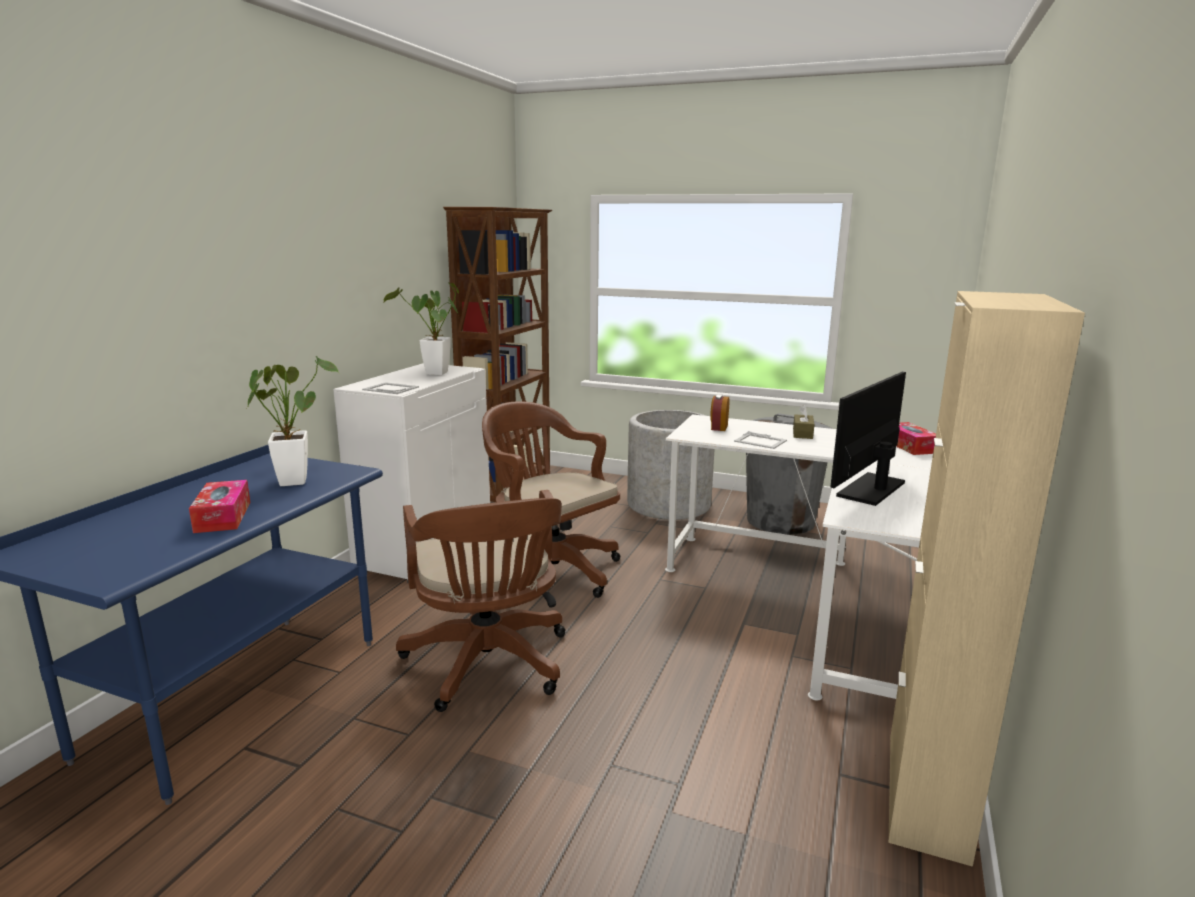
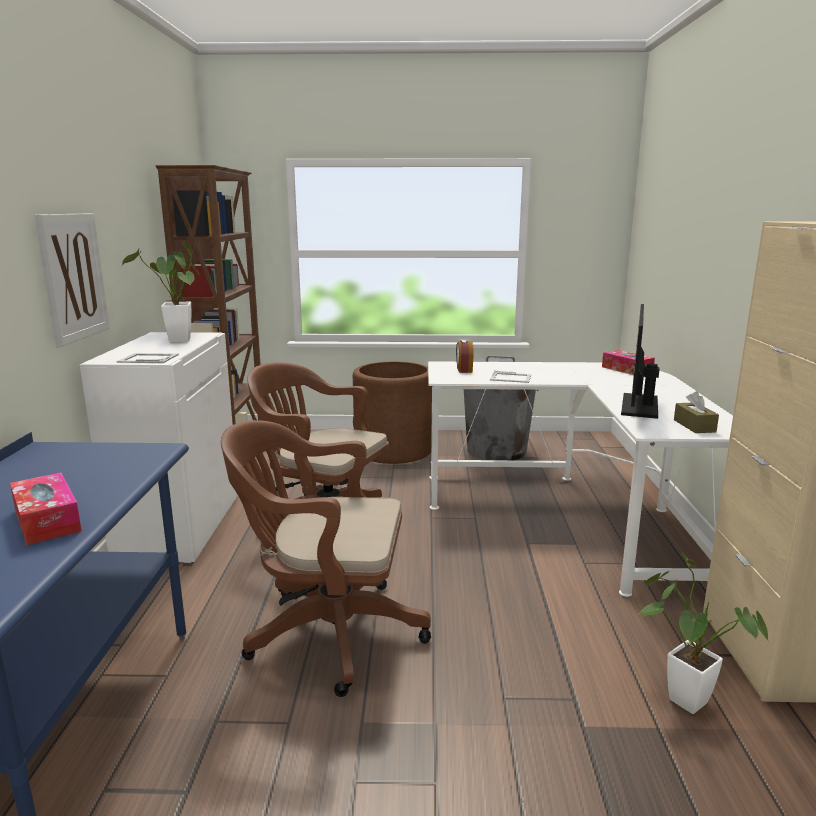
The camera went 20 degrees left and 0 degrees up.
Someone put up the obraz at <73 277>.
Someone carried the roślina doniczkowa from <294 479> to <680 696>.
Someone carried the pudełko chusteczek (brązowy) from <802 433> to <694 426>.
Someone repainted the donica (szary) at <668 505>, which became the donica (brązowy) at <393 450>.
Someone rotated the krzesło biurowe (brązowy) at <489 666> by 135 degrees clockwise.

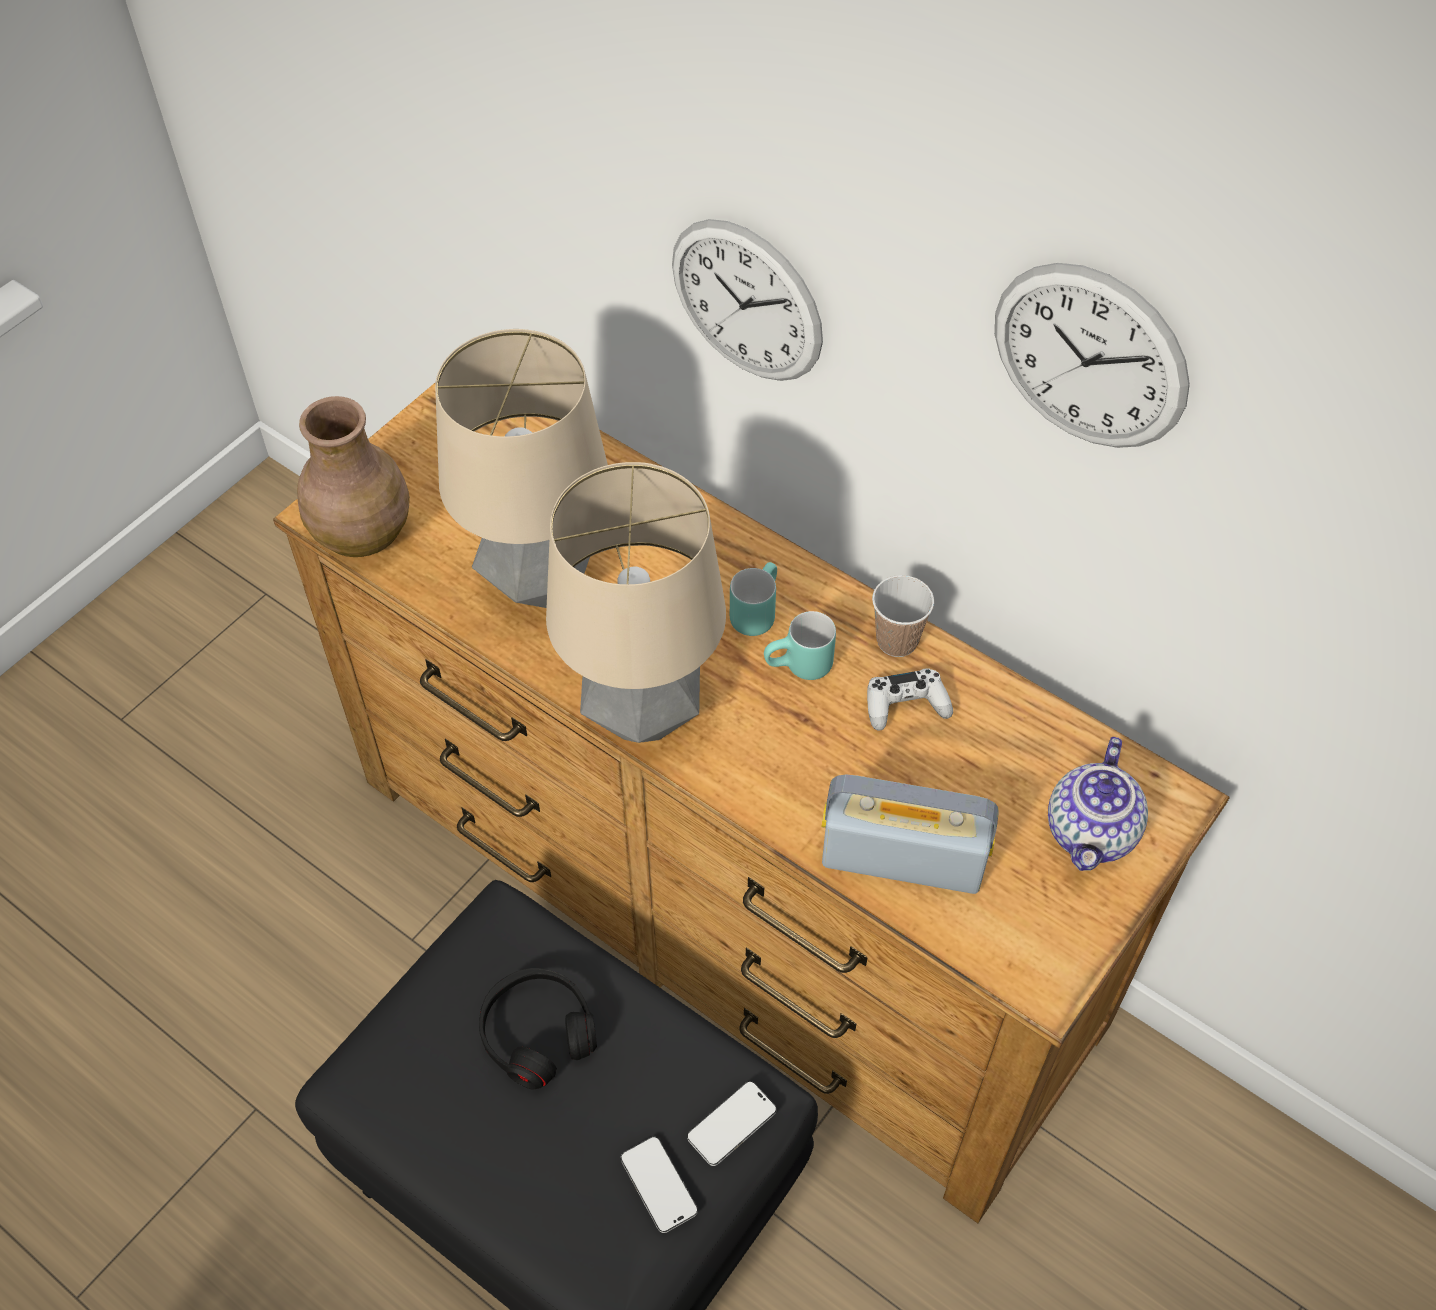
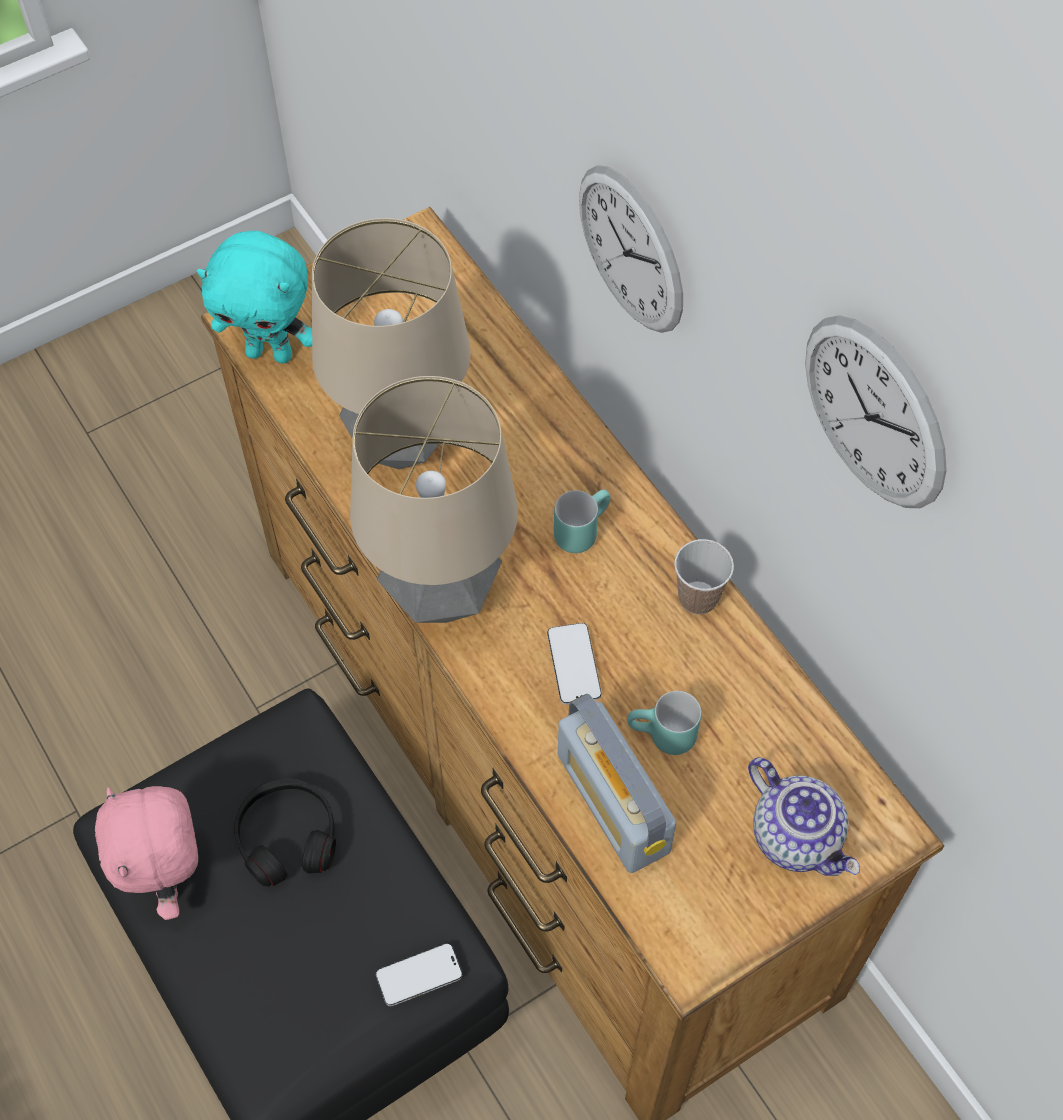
The camera went 20 degrees right and 5 degrees up.
Someone took away the pad do gier (biały) at <906 705>.
Someone put down the pluszak (różowy) at <170 879>.
Someone carried the telefon from <659 1185> to <574 665>.
Someone carried the kubek (turkusowy) from <800 669> to <662 738>.
Someone swapped the wazon (brązowy) at <364 534> for the pluszak (turkusowy) at <271 352>.
Someone rotated the radio at <902 859> by 150 degrees counterclockwise.
Someone rotated the imbryk at <1092 832> by 75 degrees counterclockwise.

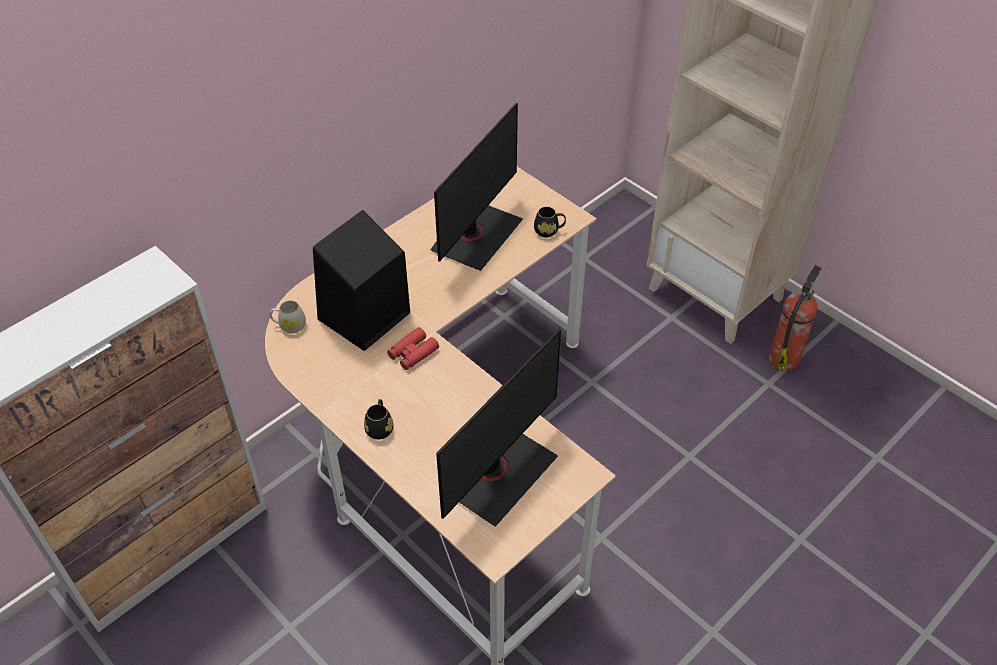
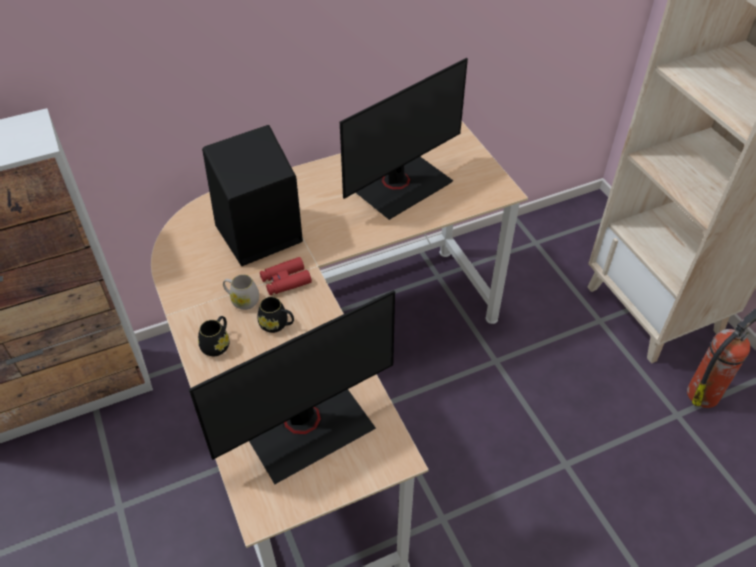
The camera went 20 degrees right and 0 degrees up.
Someone carried the kubek (biały) from <289 325> to <242 300>.
Someone carried the kubek (czarny) from <549 231> to <277 325>.

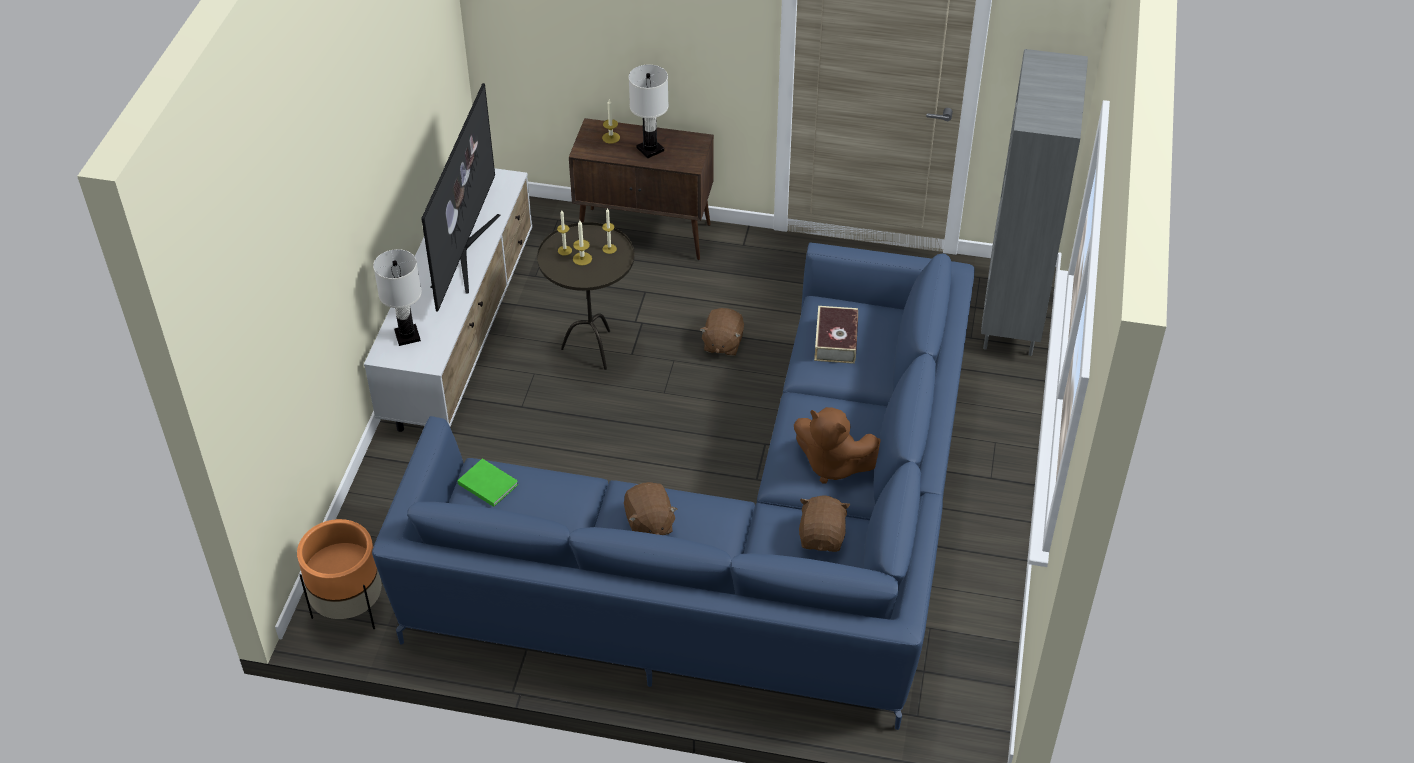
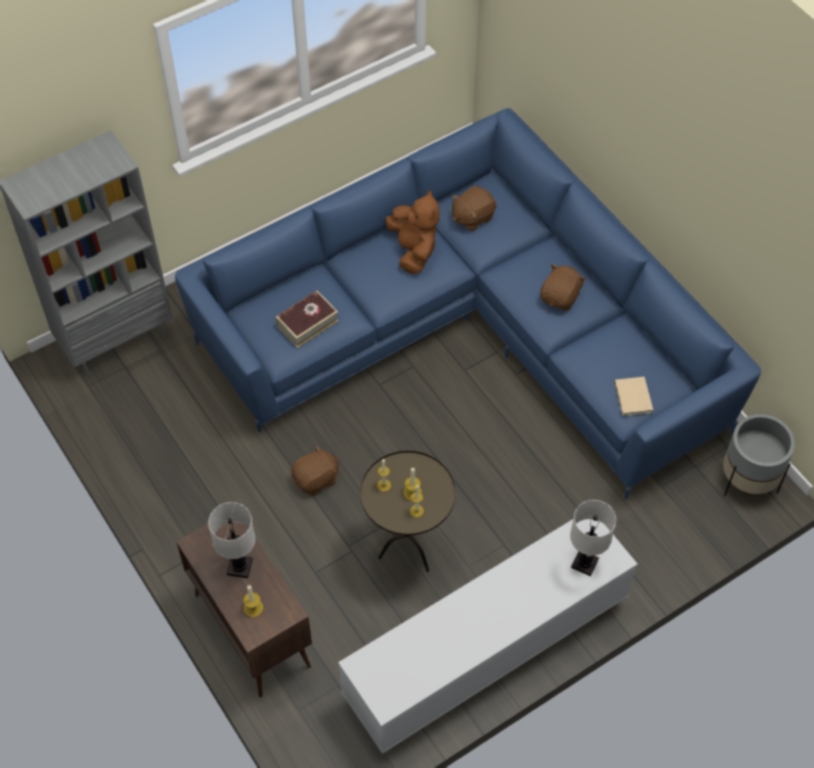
The camera went 135 degrees left and 10 degrees up.
Someone took away the telewizor at <465 251>.
Someone repainted the donica (pomarańczowy) at <349 608>, which became the donica (szary) at <747 481>.
Someone repainted the książka (zielony) at <487 483>, which became the książka (beżowy) at <632 398>.

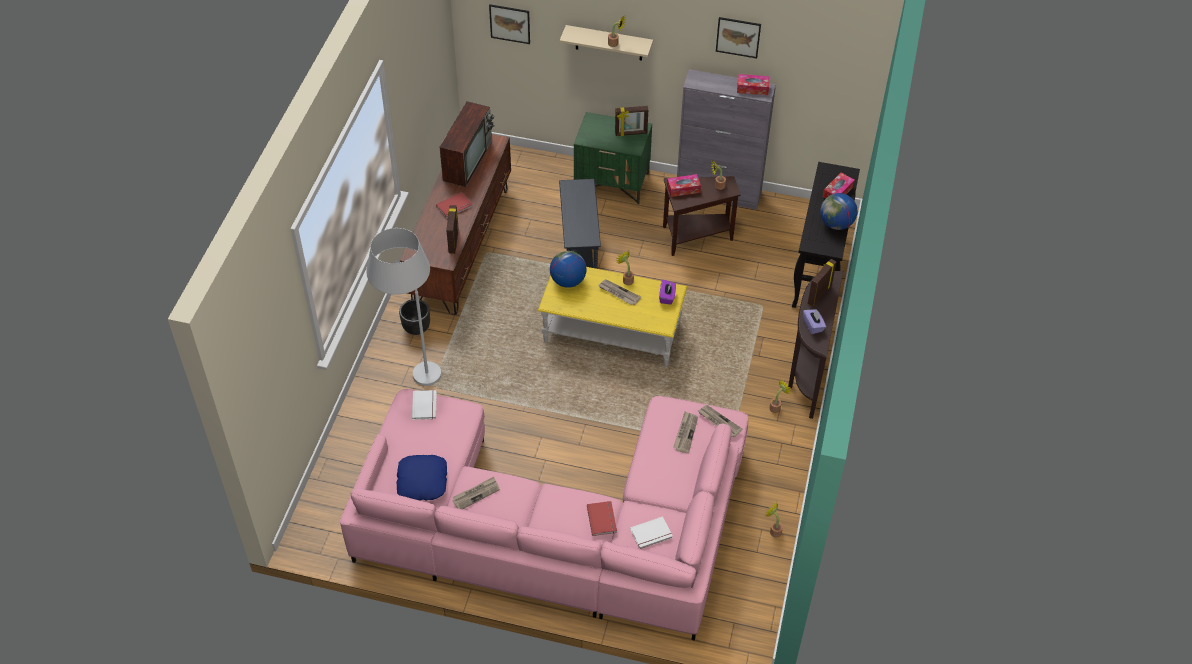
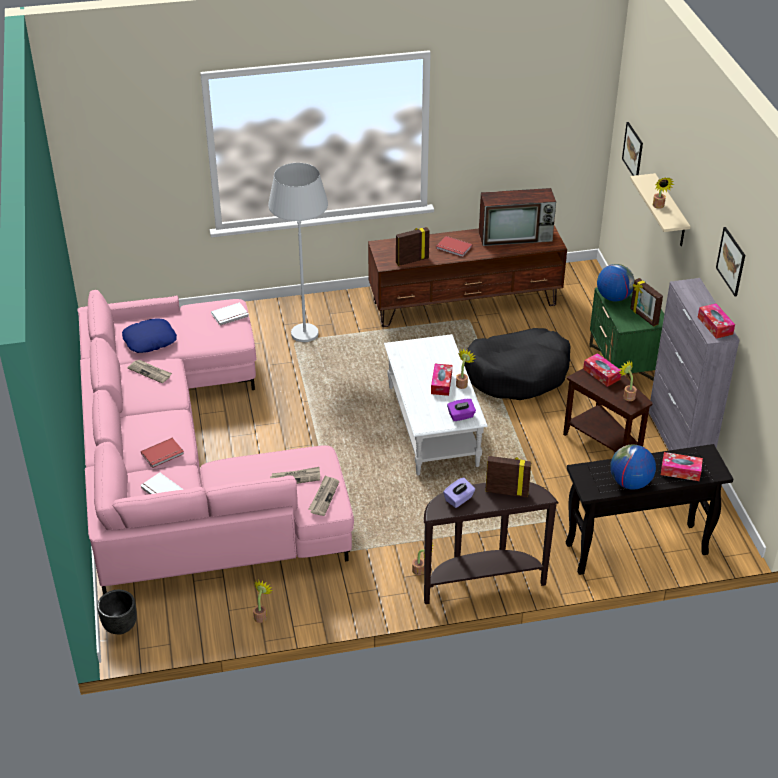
The camera went 65 degrees right and 10 degrees down.
Someone carried the donica (czarny) from <416 329> to <120 626>.
Someone carried the globus from <568 281> to <613 297>.
Someone swapped the stolik (szary) at <580 251> for the legowisko (czarny) at <517 373>.
Someone swapped the gazeta at <618 293> for the pudełko chusteczek at <441 383>.
Someone repainted the ława (żółty) at <611 333>, which became the ława (biały) at <432 426>.

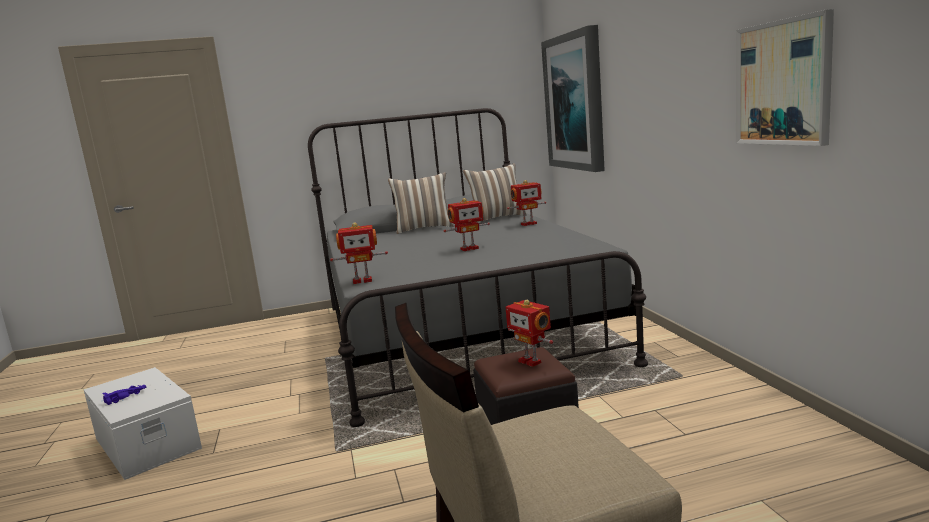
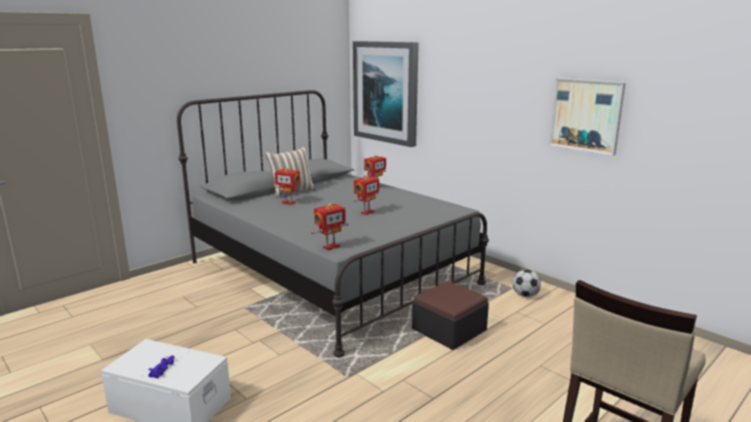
The camera went 30 degrees left and 5 degrees up.
Someone took away the poduszka at <497 218>.
Someone put down the piłka futbolowa at <525 295>.
Someone carried the robot zabawkowy from <531 361> to <288 203>.

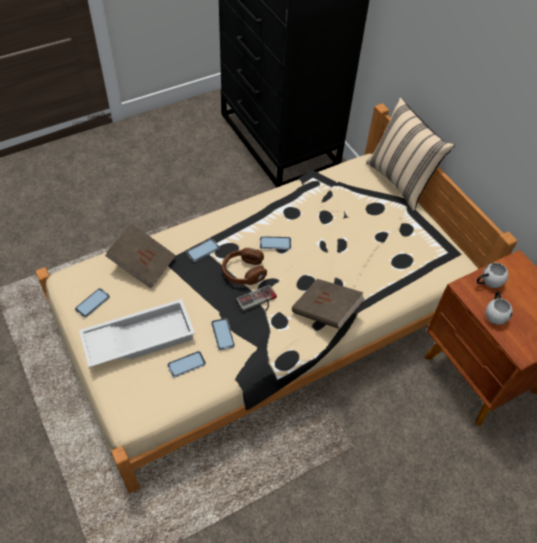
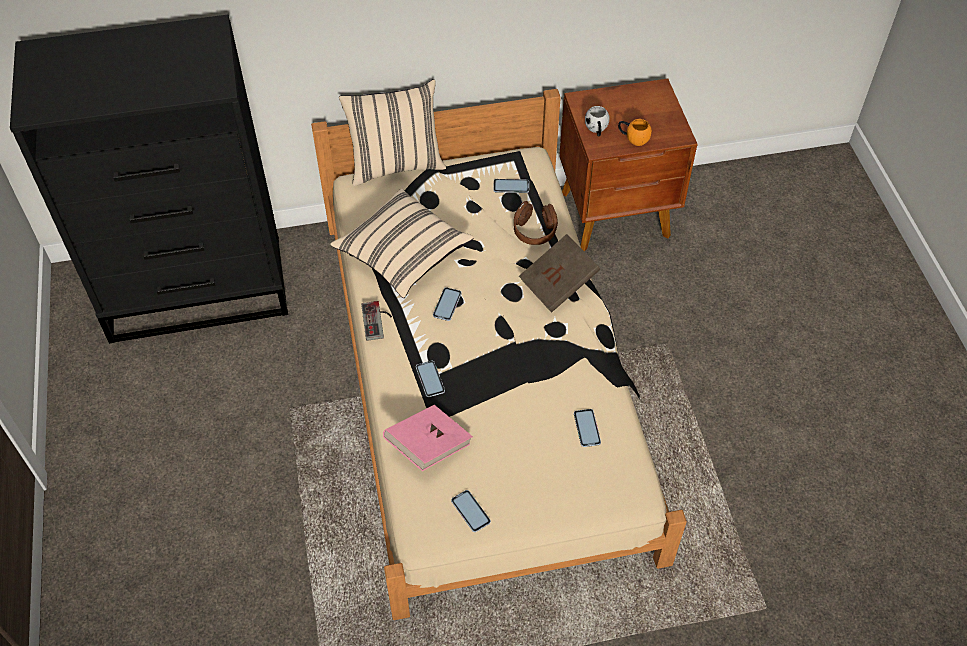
The camera went 70 degrees left and 0 degrees up.
Someone took away the taca (biały) at <139 337>.
Someone put down the poduszka (beżowy) at <403 255>.
Someone carried the telefon from <222 334> to <511 186>.
Someone carried the słuchawki (brązowy) from <243 272> to <534 230>.
Someone carried the pad do gier from <258 302> to <378 321>.
Someone repainted the książka (brązowy) at <143 264>, which became the książka (różowy) at <428 446>.
Someone repainted the kubek (biały) at <495 313>, which became the kubek (pomarańczowy) at <633 138>.

